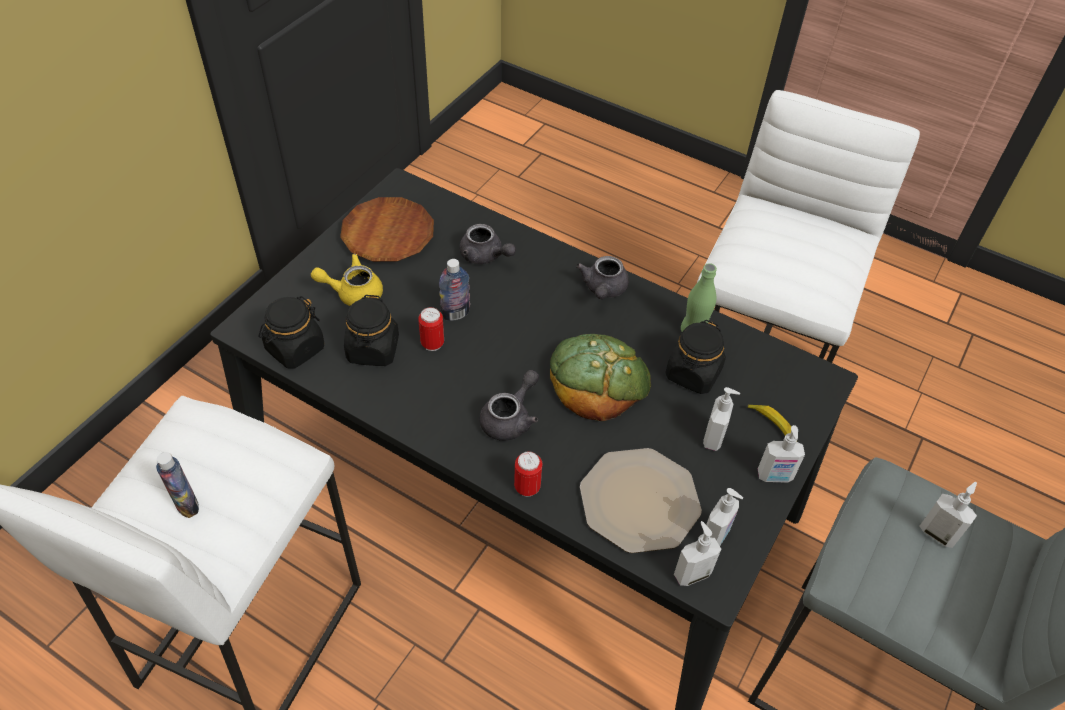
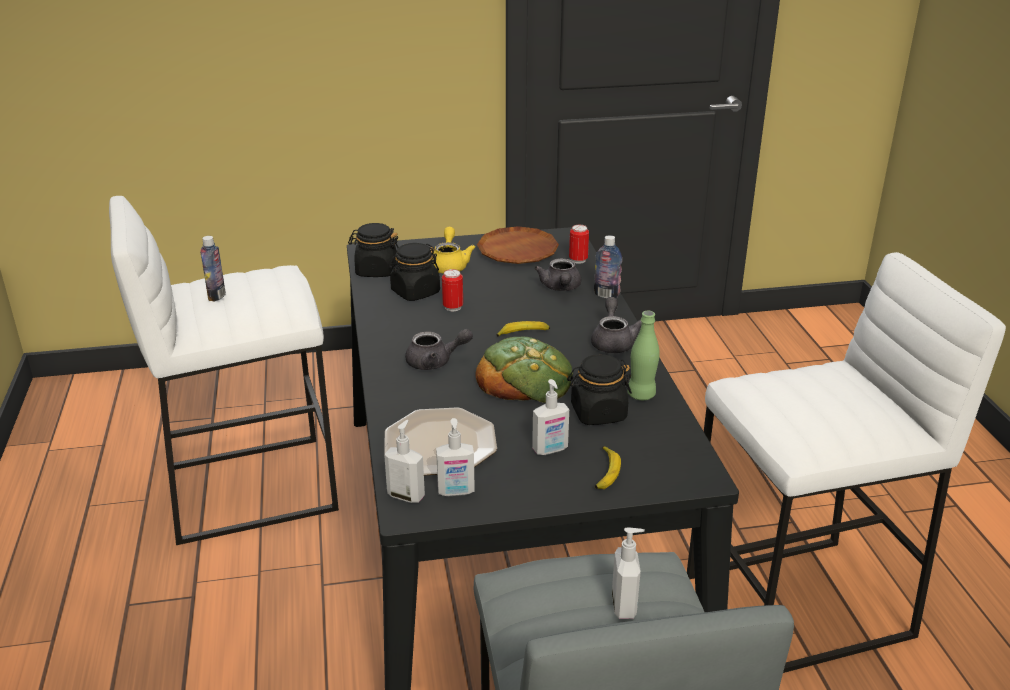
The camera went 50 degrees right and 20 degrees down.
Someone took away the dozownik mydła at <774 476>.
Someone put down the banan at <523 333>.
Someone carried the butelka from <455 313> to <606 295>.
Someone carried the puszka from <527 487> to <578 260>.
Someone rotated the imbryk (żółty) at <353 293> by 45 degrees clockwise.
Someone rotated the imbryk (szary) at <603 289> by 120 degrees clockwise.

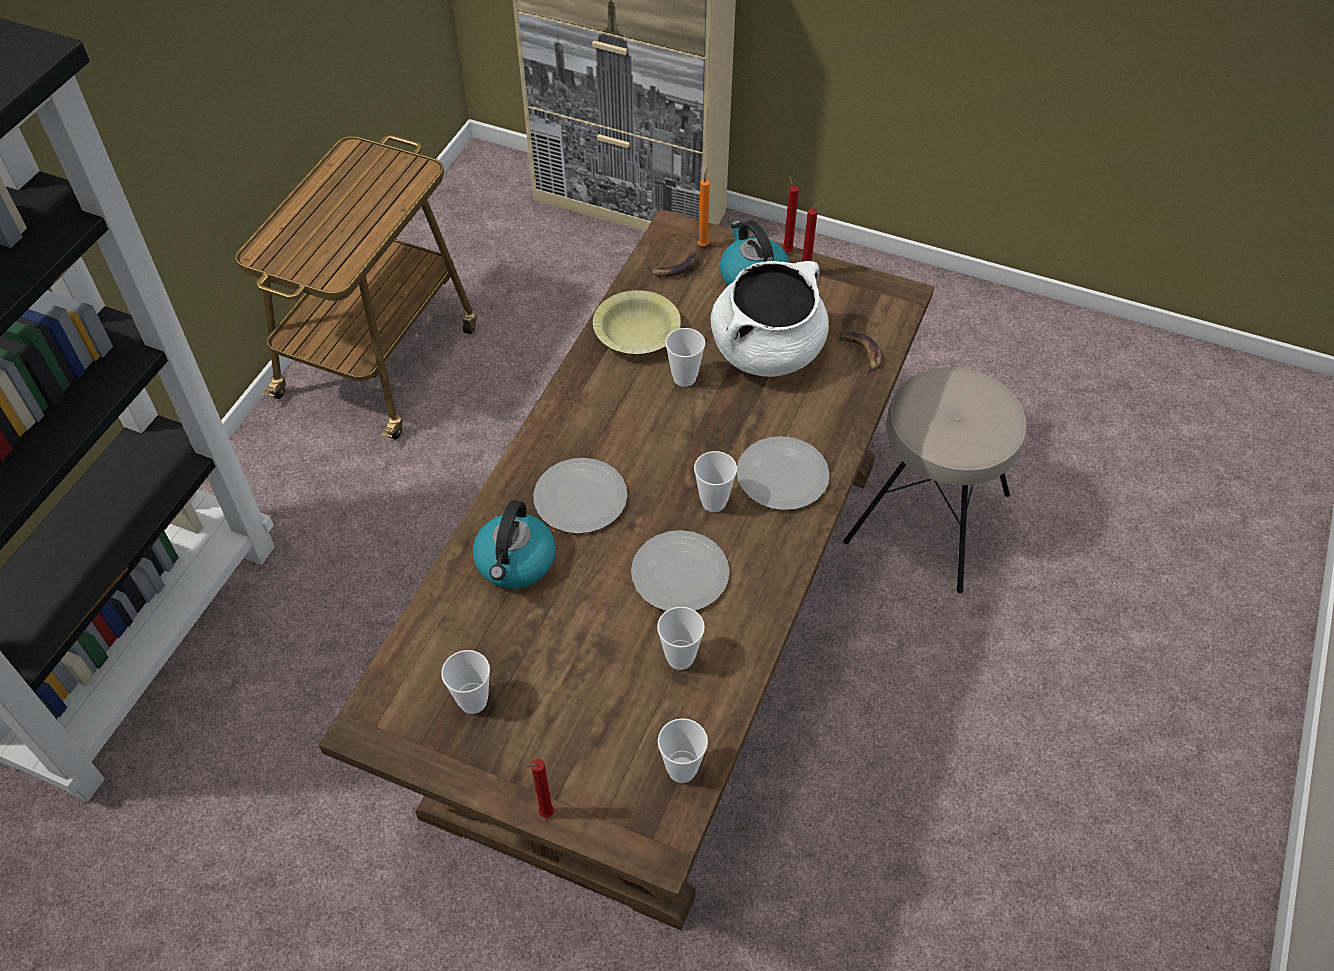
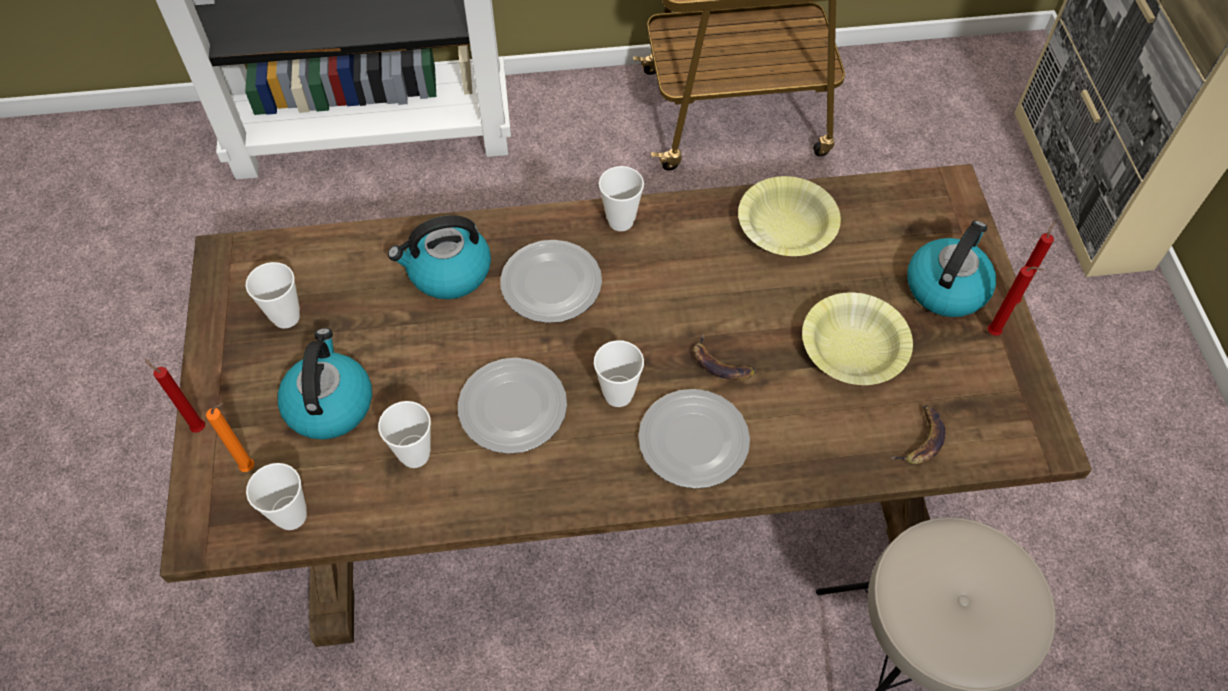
The camera went 60 degrees right and 5 degrees up.
Someone put down the czajnik at <329 403>.
Someone carried the banan from <674 268> to <721 364>.
Someone carried the filiżanka from <684 378> to <620 221>.
Someone carried the świeca (pomarańczowy) from <703 244> to <251 467>.
Someone swapped the garnek (biały) at <767 350> for the miska (żółty) at <853 348>.

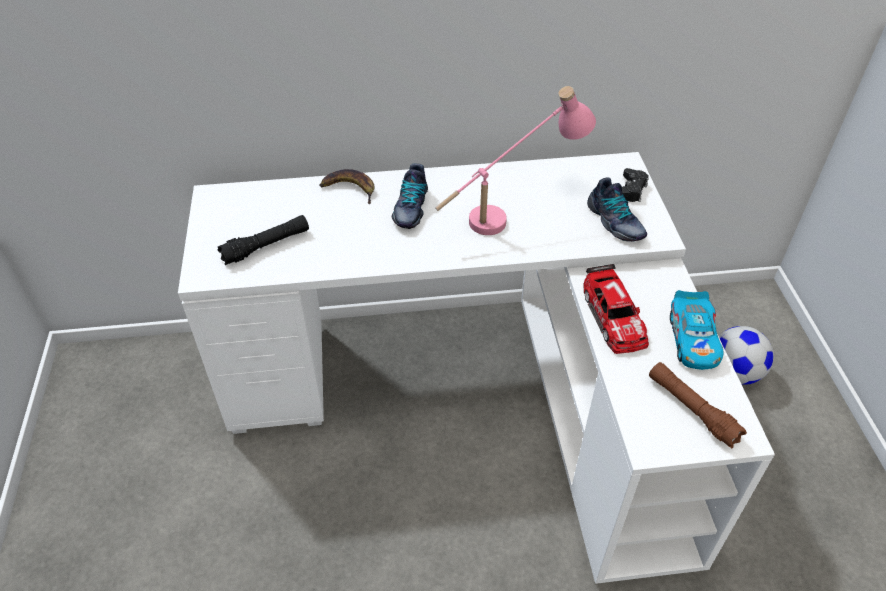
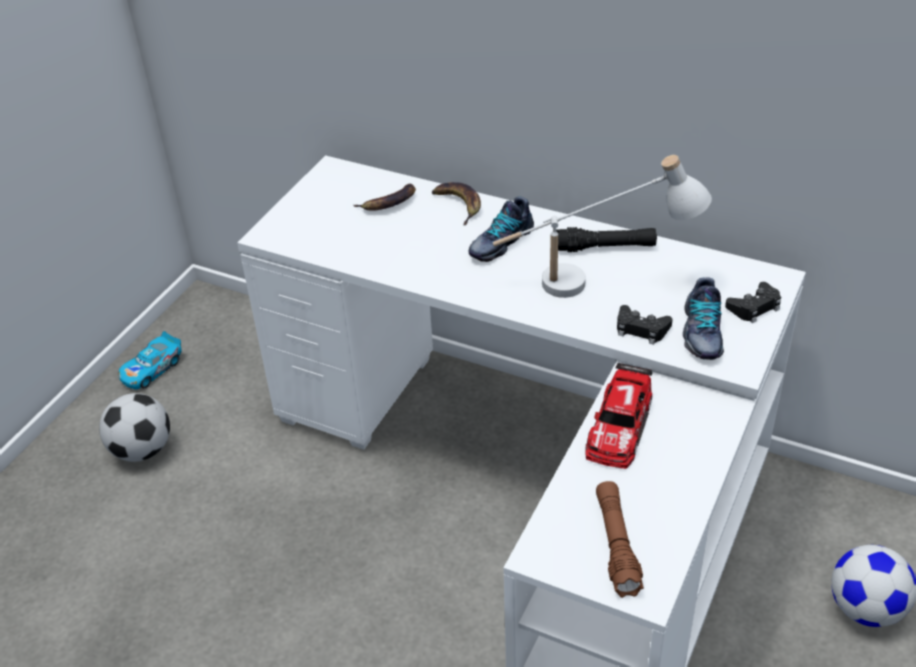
The camera went 35 degrees right and 5 degrees down.
Someone put down the piłka futbolowa at <142 450>.
Someone put down the banan at <389 203>.
Someone put down the pad do gier (czarny) at <641 329>.
Someone carried the latarka (czarny) from <266 246> to <605 247>.
Someone carried the samochodzik from <693 339> to <152 369>.
Someone repainted the lampa stołowa (różowy) at <510 213>, which became the lampa stołowa (biały) at <596 283>.

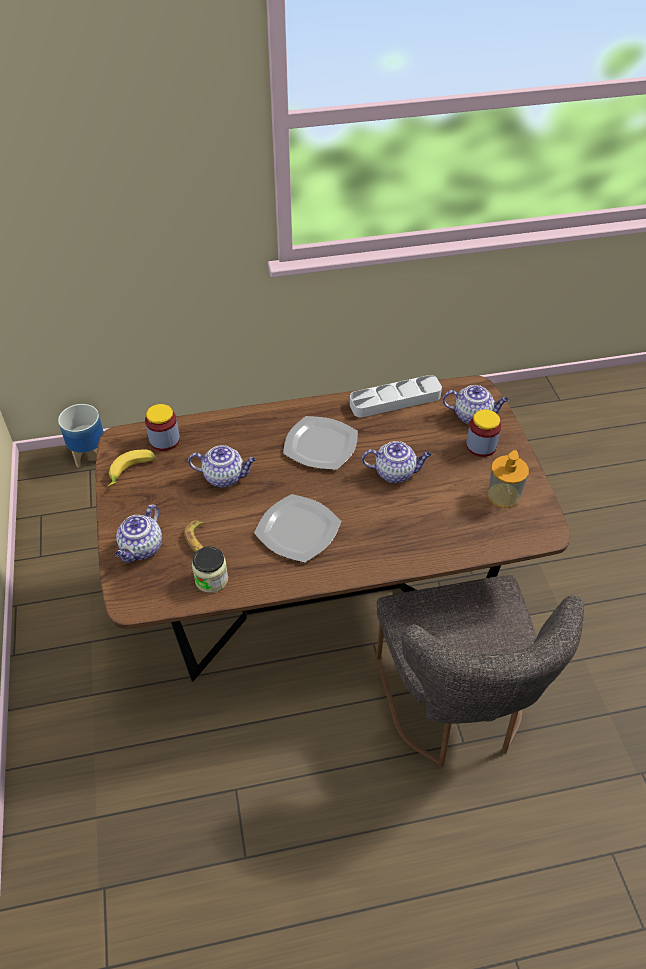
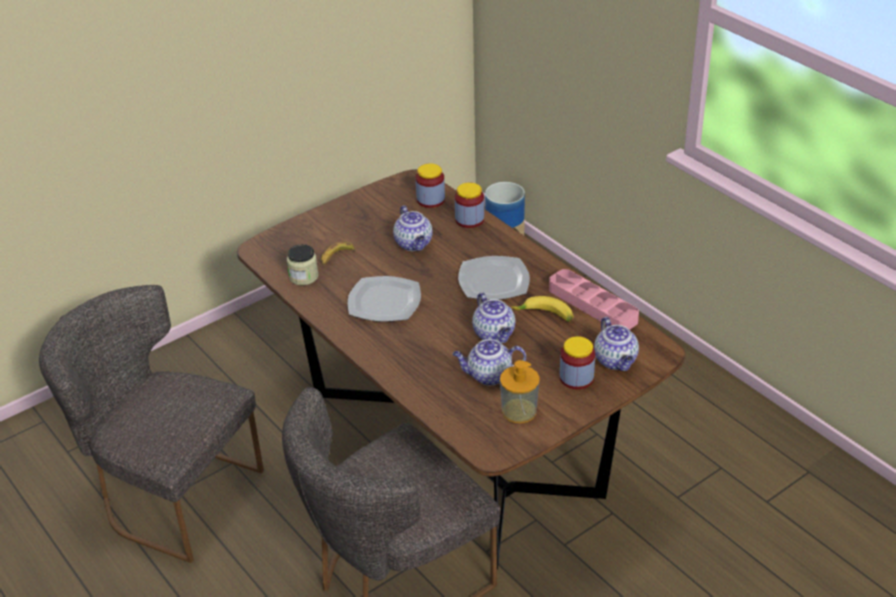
The camera went 65 degrees right and 10 degrees down.
Someone put down the krzesło (szary) at <169 494>.
Someone put down the słoik at <469 219>.
Someone carried the banan from <132 472> to <544 317>.
Someone carried the imbryk from <142 549> to <488 376>.
Someone repainted the taca (szary) at <395 400>, which became the taca (różowy) at <592 305>.

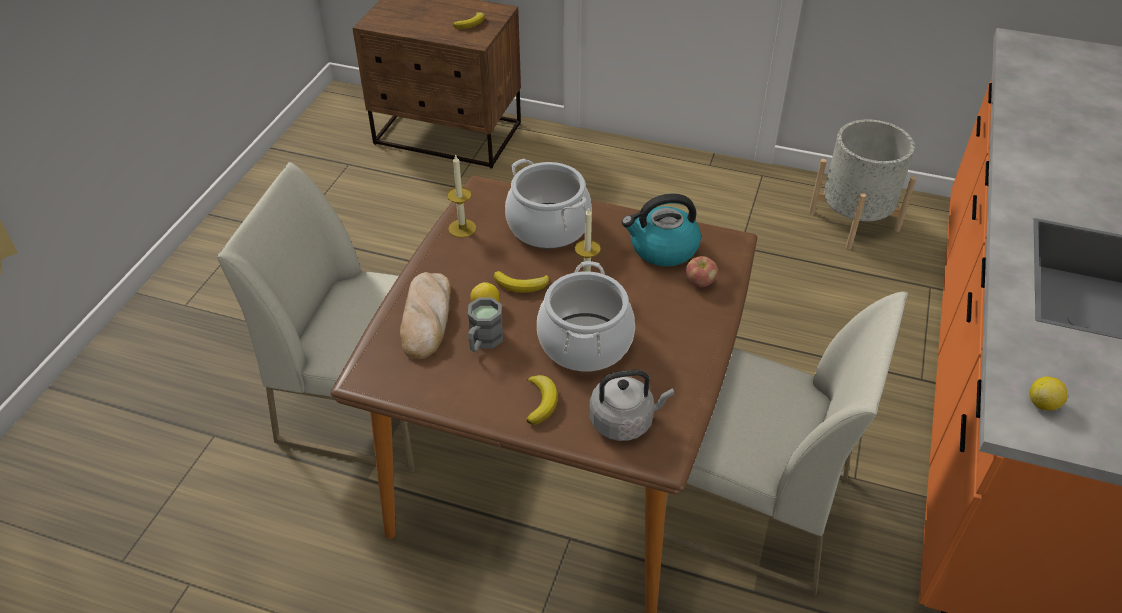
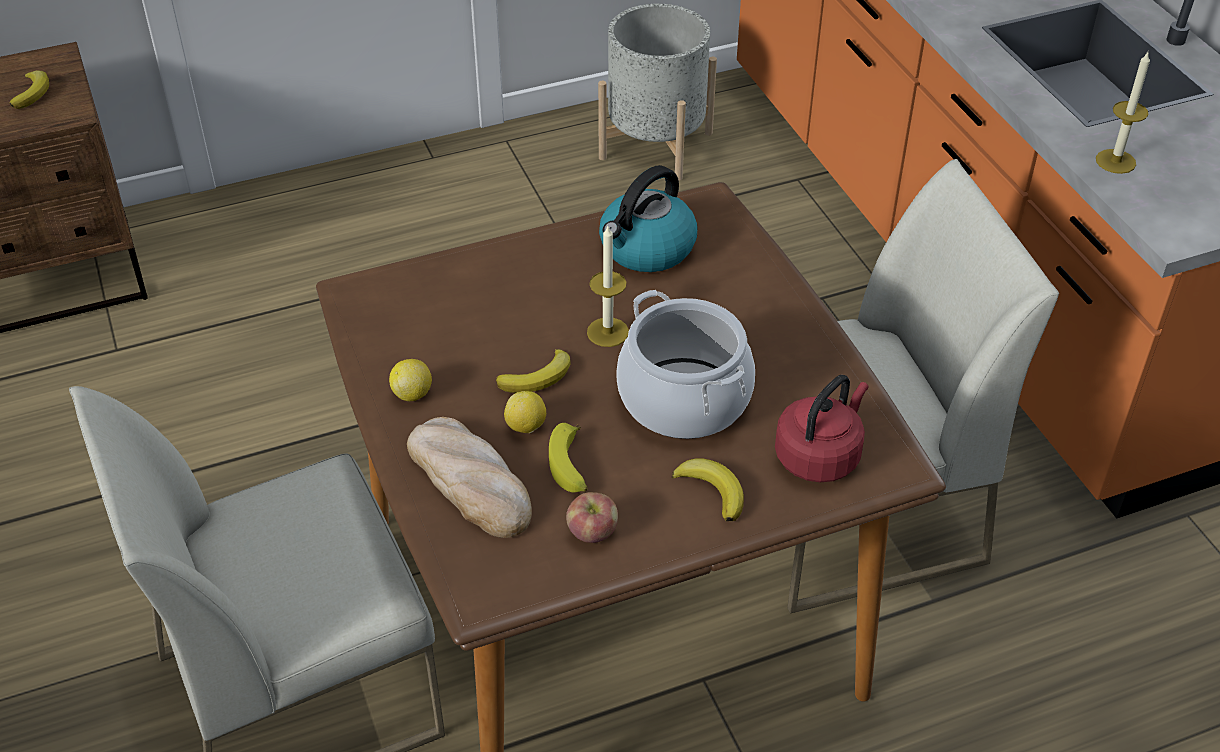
The camera went 40 degrees left and 0 degrees up.
Someone took away the garnek at <548 226>.
Someone carried the świeca from <462 228> to <1115 161>.
Someone carried the jabłko from <700 282> to <592 533>.
Someone carried the cytryna from <1042 404> to <412 394>.
Someone swapped the kubek (szary) at <483 341> for the banan at <571 467>.
Someone repainted the czajnik (szary) at <624 421>, which became the czajnik (czerwony) at <820 455>.

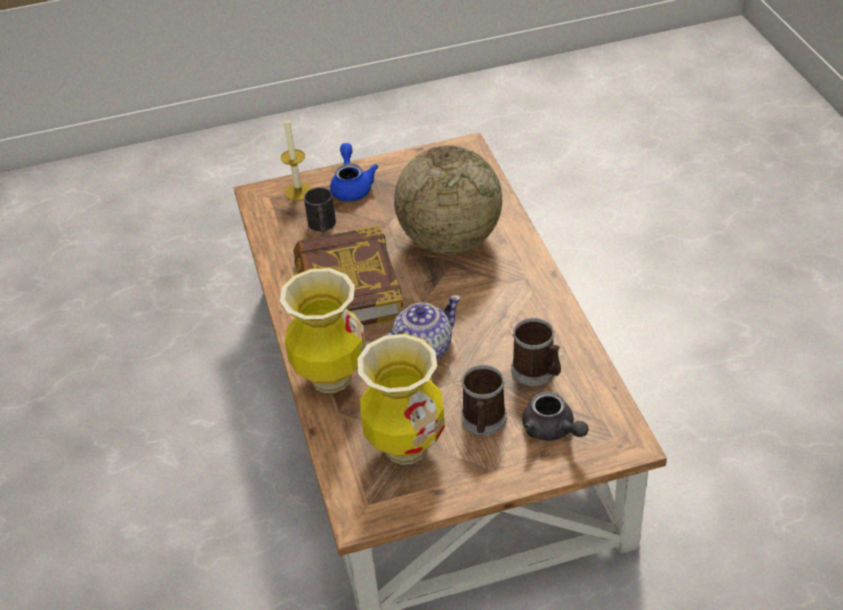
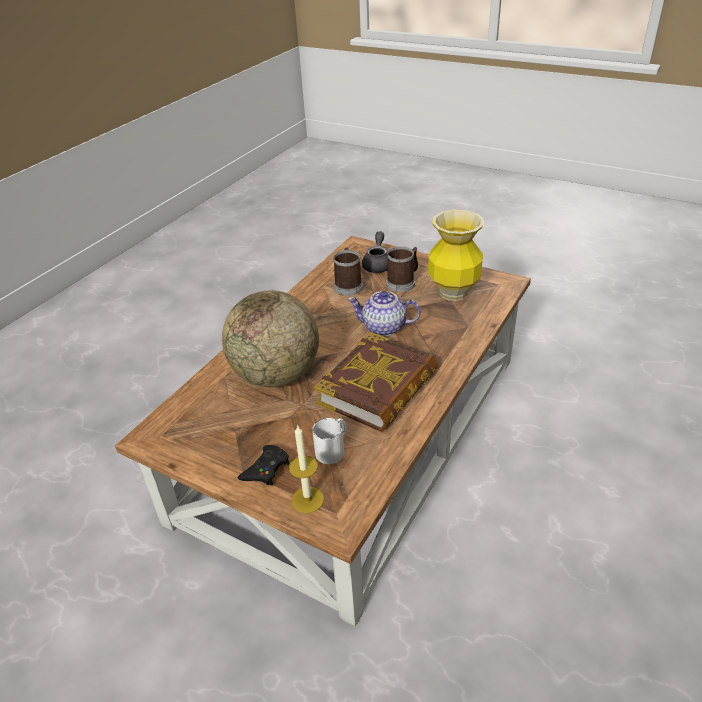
The camera went 135 degrees left and 5 degrees down.
Someone took away the wazon at <330 378>.
Someone swapped the imbryk (niebieski) at <352 186> for the pad do gier (czarny) at <266 469>.
Someone repainted the kubek (czarny) at <322 226>, which became the kubek (biały) at <333 449>.

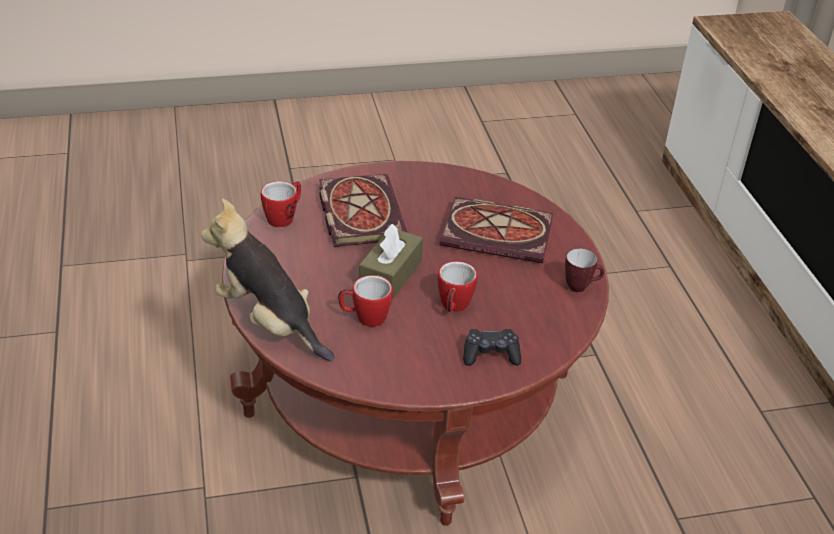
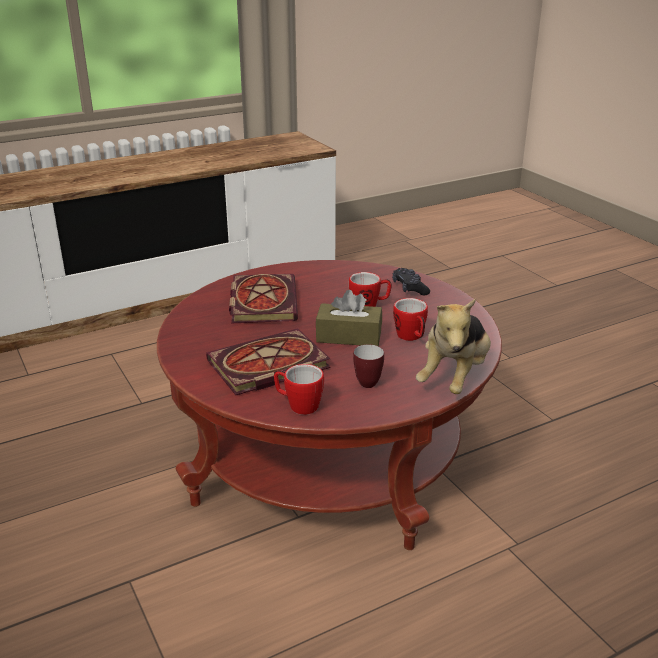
The camera went 105 degrees left and 10 degrees down.
Someone carried the kubek from <581 287> to <365 382>.

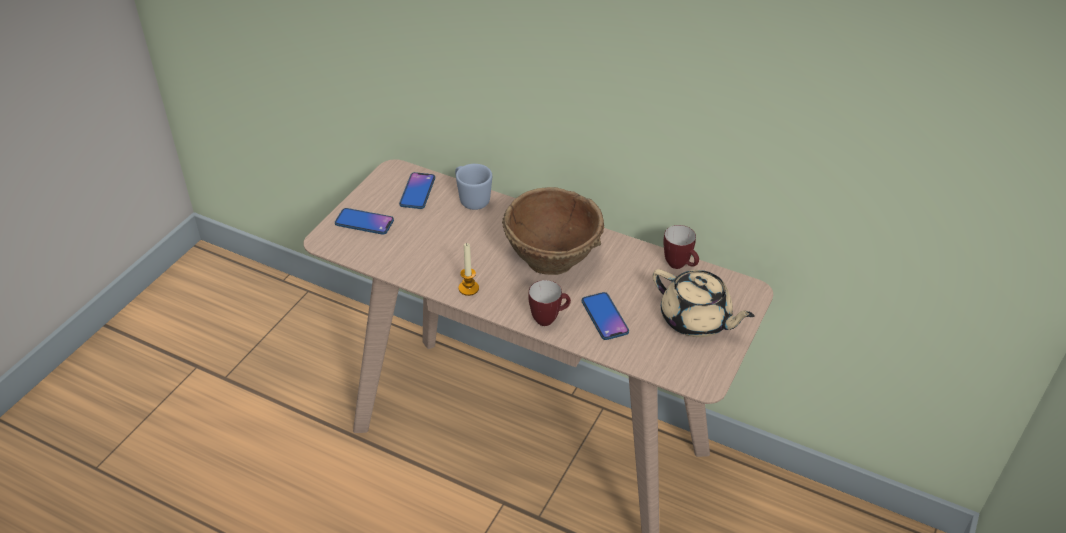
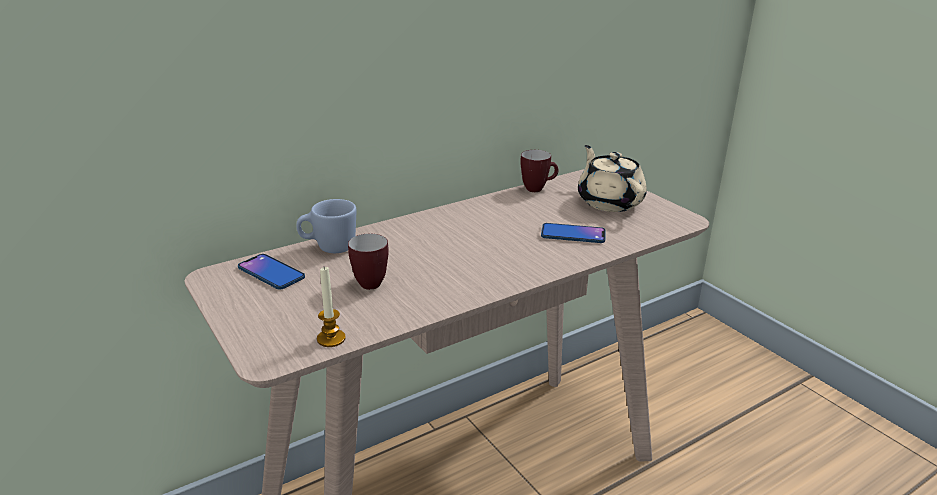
The camera went 60 degrees left and 15 degrees down.
Someone took away the telefon at <364 222>.
Someone took away the miska (brązowy) at <553 260>.
Someone carried the świeca from <468 288> to <331 339>.
Someone carried the kubek from <549 318> to <371 281>.
Someone rotated the imbryk (beżowy) at <696 320> by 90 degrees counterclockwise.

